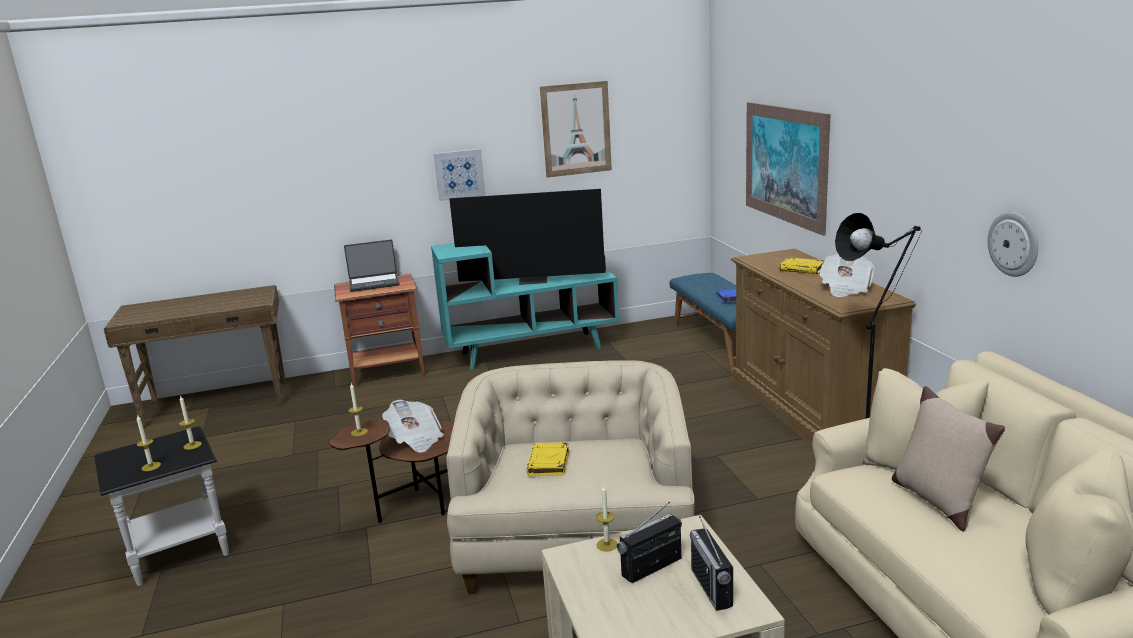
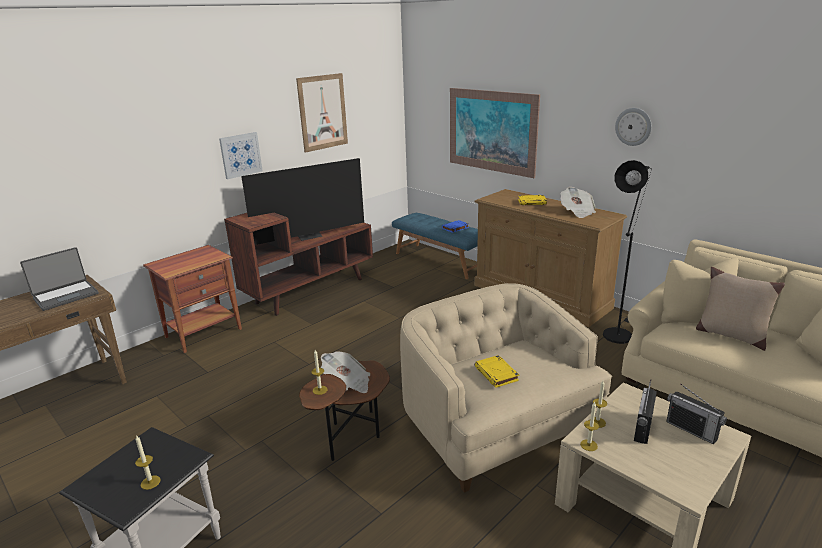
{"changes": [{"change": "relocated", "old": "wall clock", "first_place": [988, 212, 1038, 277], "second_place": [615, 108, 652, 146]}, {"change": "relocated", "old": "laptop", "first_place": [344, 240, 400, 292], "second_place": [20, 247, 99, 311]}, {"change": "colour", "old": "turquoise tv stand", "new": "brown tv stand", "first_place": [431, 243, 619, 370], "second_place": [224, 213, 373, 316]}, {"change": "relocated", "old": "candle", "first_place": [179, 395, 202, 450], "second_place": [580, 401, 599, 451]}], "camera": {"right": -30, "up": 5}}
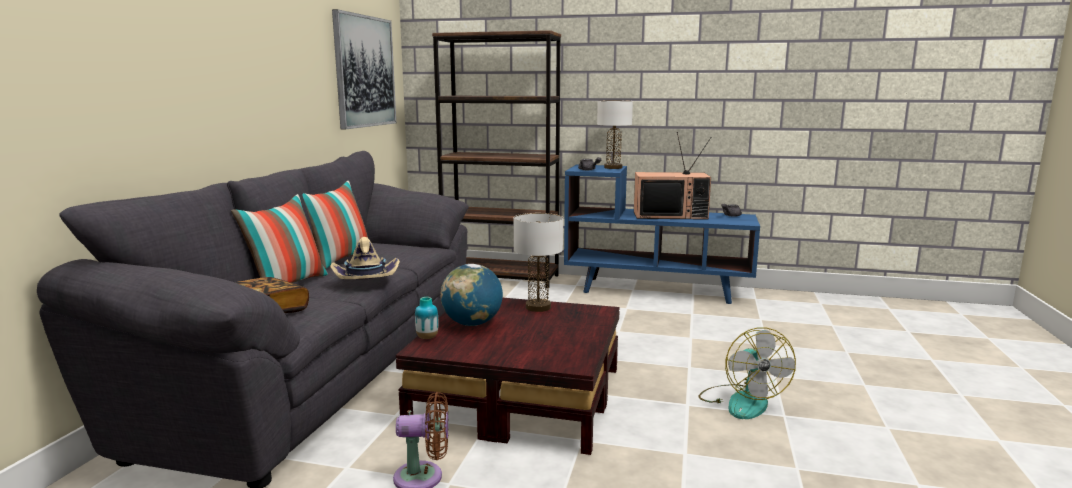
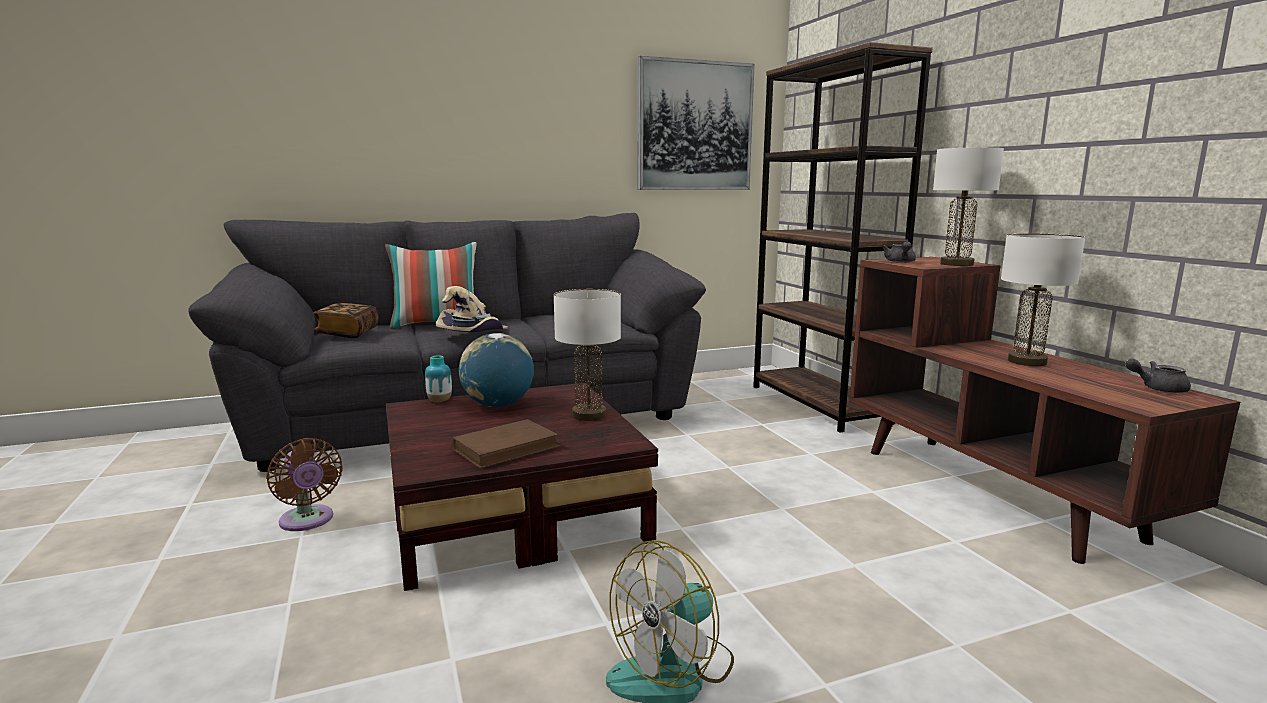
{"changes": [{"change": "exchanged", "old": "television", "new": "table lamp", "first_place": [634, 132, 712, 220], "second_place": [1001, 233, 1085, 366]}, {"change": "colour", "old": "blue tv stand", "new": "brown tv stand", "first_place": [564, 165, 760, 304], "second_place": [850, 257, 1240, 564]}, {"change": "missing", "old": "pillow", "first_place": [302, 181, 368, 269]}, {"change": "appeared", "new": "brown book", "second_place": [452, 419, 560, 469]}], "camera": {"right": 55, "up": 0}}
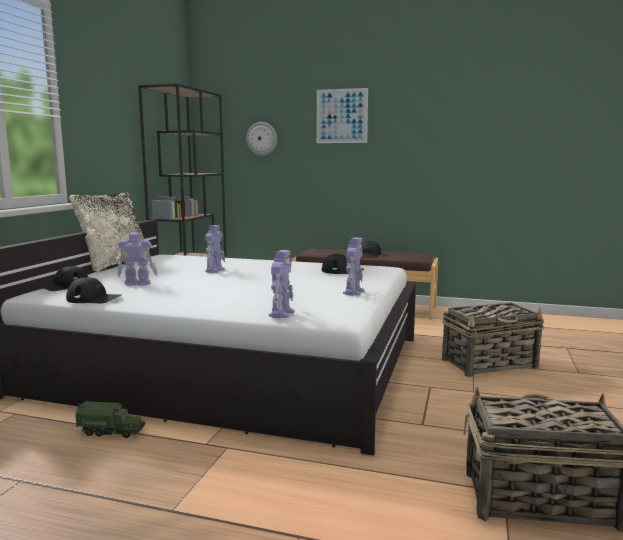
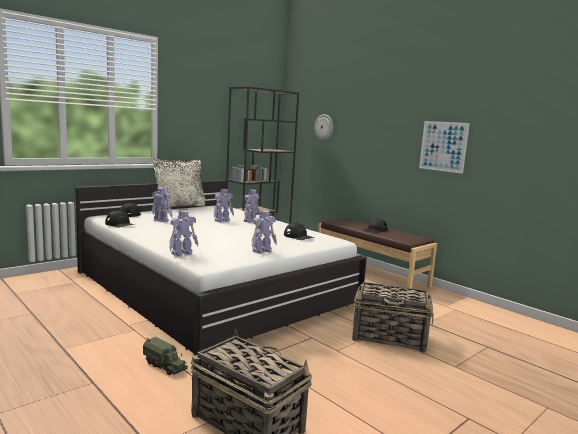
{"changes": [{"change": "relocated", "old": "picture", "first_place": [317, 88, 368, 143], "second_place": [419, 121, 470, 174]}, {"change": "relocated", "old": "toy truck", "first_place": [75, 401, 145, 438], "second_place": [143, 337, 188, 375]}, {"change": "appeared", "new": "toy robot", "second_place": [244, 190, 260, 223]}], "camera": {"right": 30, "up": 0}}
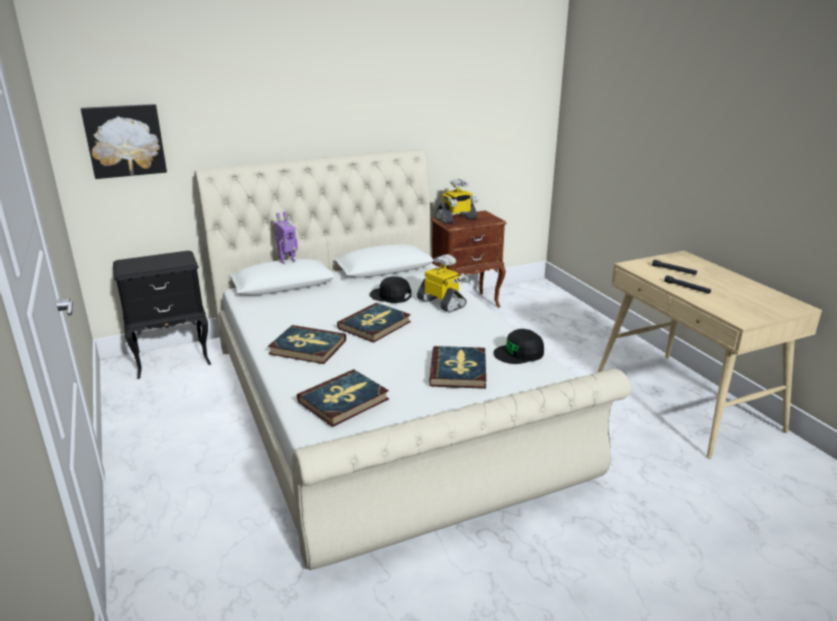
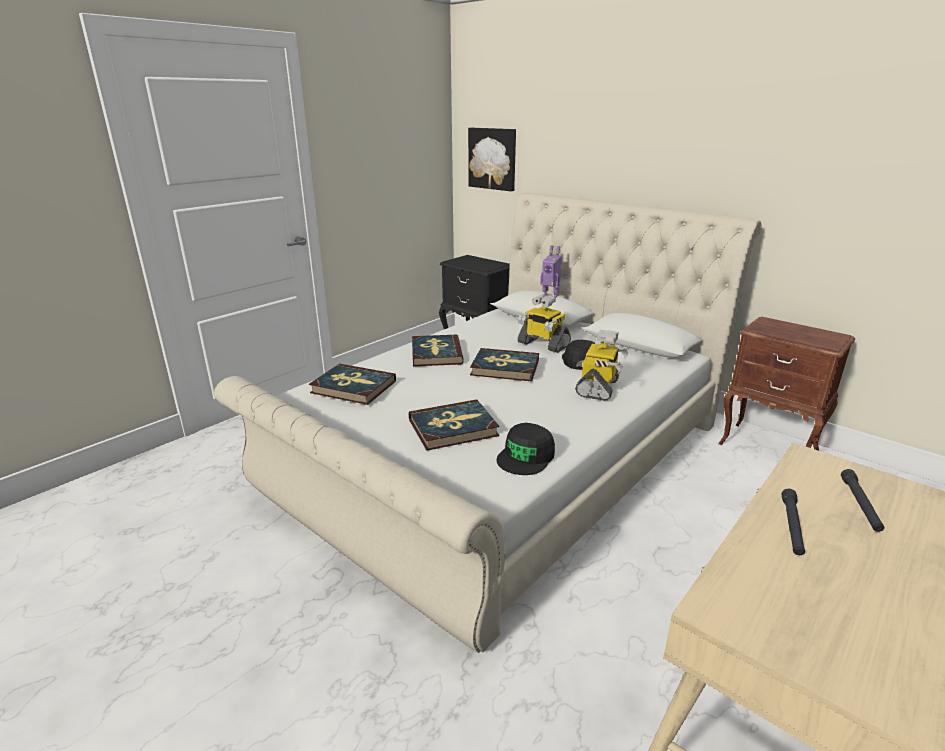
{"changes": [{"change": "relocated", "old": "toy robot", "first_place": [436, 179, 478, 224], "second_place": [518, 294, 571, 353]}, {"change": "spun", "old": "black cap", "first_place": [493, 329, 544, 364], "second_place": [497, 423, 555, 475], "degrees": -105}], "camera": {"right": 65, "up": 0}}
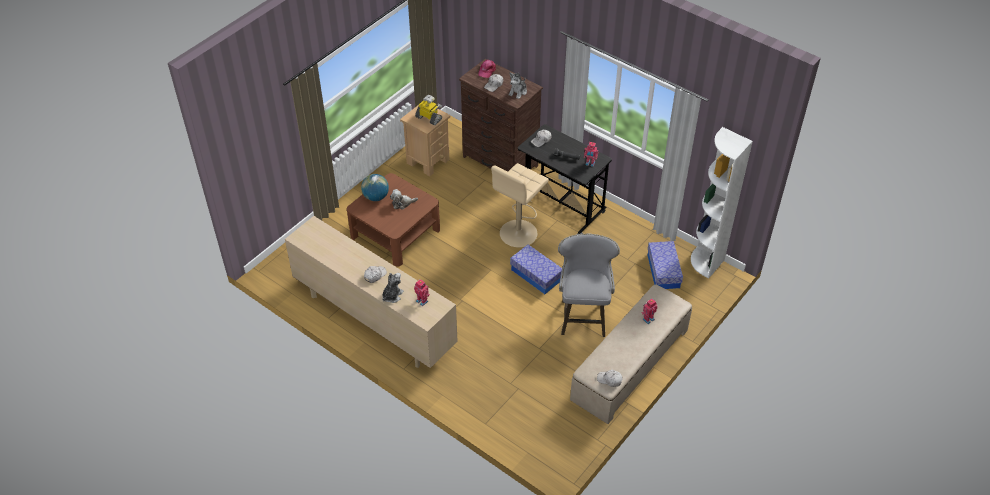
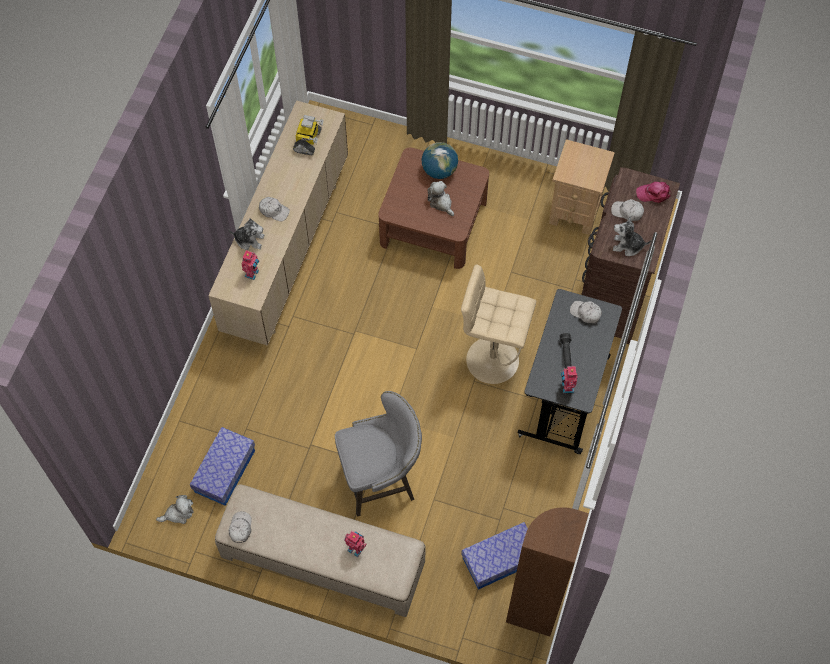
{"changes": [{"change": "relocated", "old": "toy robot", "first_place": [415, 95, 442, 125], "second_place": [293, 115, 324, 156]}, {"change": "colour", "old": "white bookcase", "new": "brown bookcase", "first_place": [691, 127, 753, 279], "second_place": [506, 508, 589, 636]}, {"change": "relocated", "old": "storage box", "first_place": [510, 244, 562, 294], "second_place": [190, 427, 255, 506]}, {"change": "appeared", "new": "plush toy", "second_place": [156, 495, 194, 524]}], "camera": {"right": 70, "up": 15}}
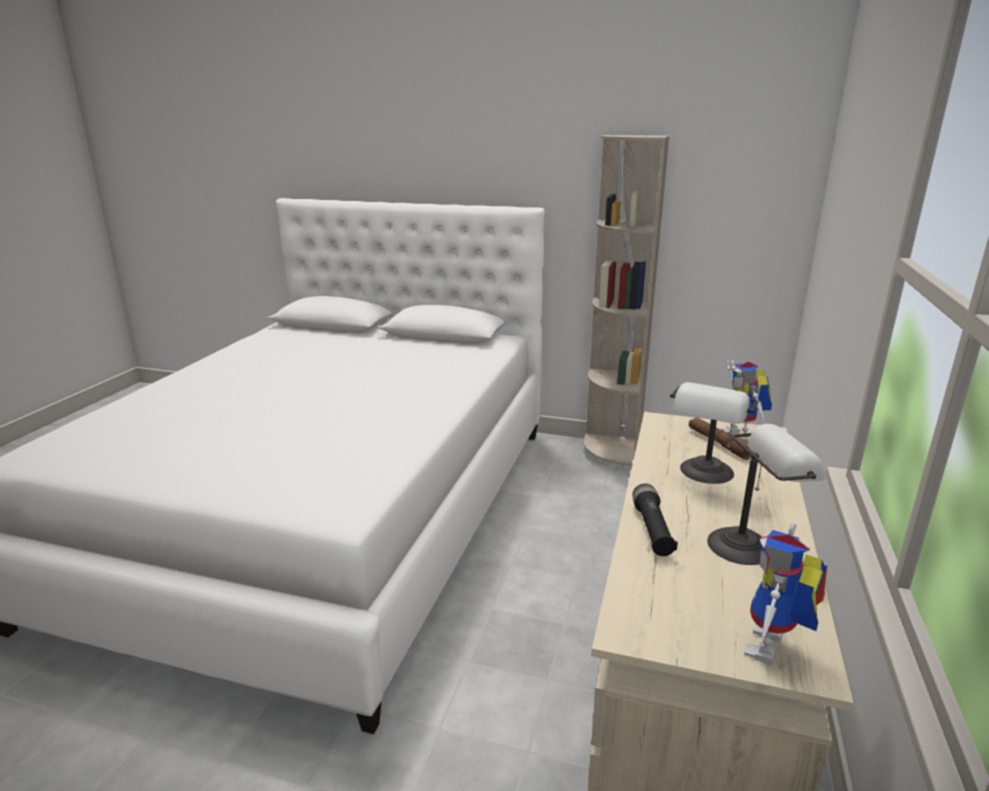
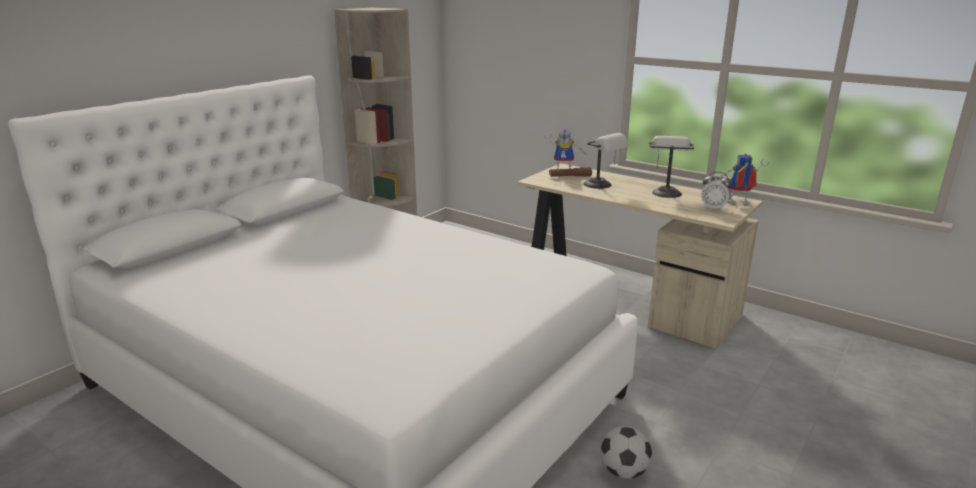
{"changes": [{"change": "missing", "old": "black flashlight", "first_place": [633, 484, 678, 556]}, {"change": "spun", "old": "toy robot", "first_place": [744, 522, 827, 665], "second_place": [716, 154, 769, 204], "degrees": 135}, {"change": "appeared", "new": "alarm clock", "second_place": [701, 172, 733, 211]}, {"change": "appeared", "new": "football", "second_place": [600, 426, 652, 479]}], "camera": {"right": -70, "up": 0}}
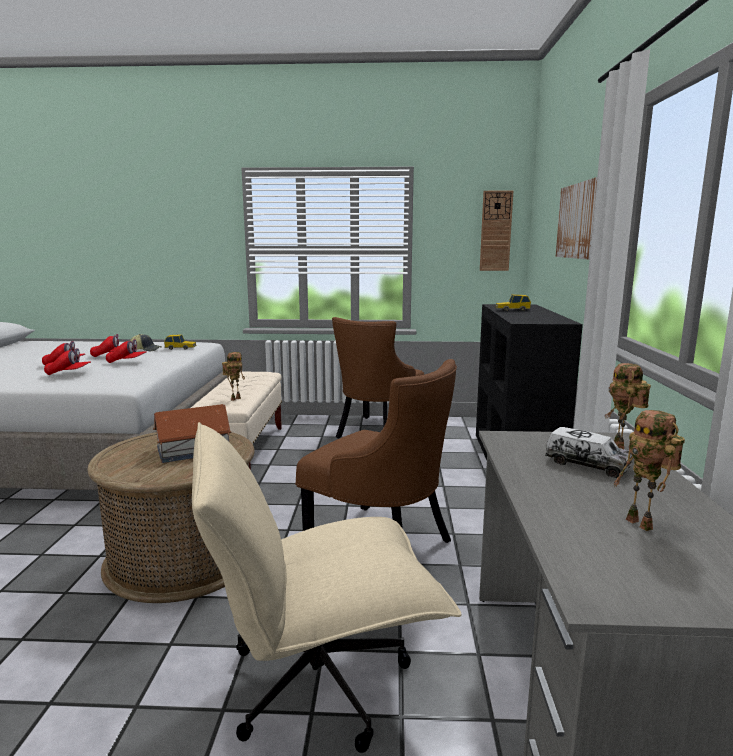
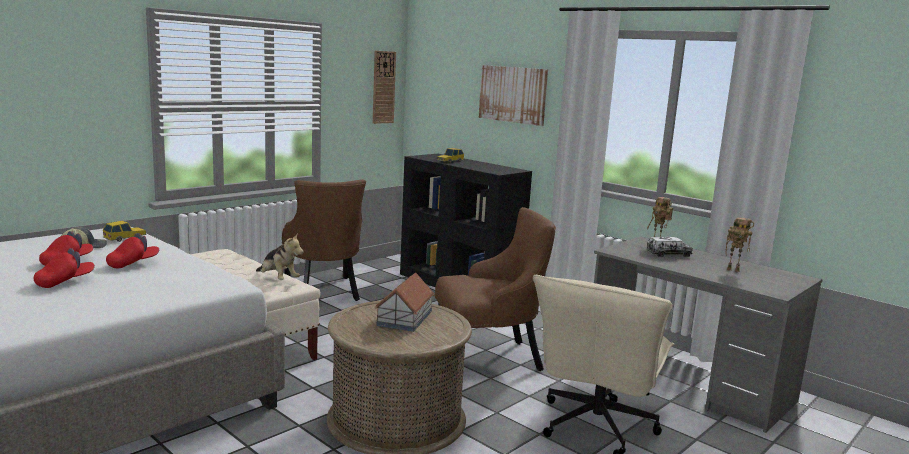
{"changes": [{"change": "missing", "old": "red cap", "first_place": [44, 348, 91, 375]}, {"change": "exchanged", "old": "toy robot", "new": "plush toy", "first_place": [222, 352, 245, 401], "second_place": [256, 233, 304, 280]}], "camera": {"right": -50, "up": 0}}
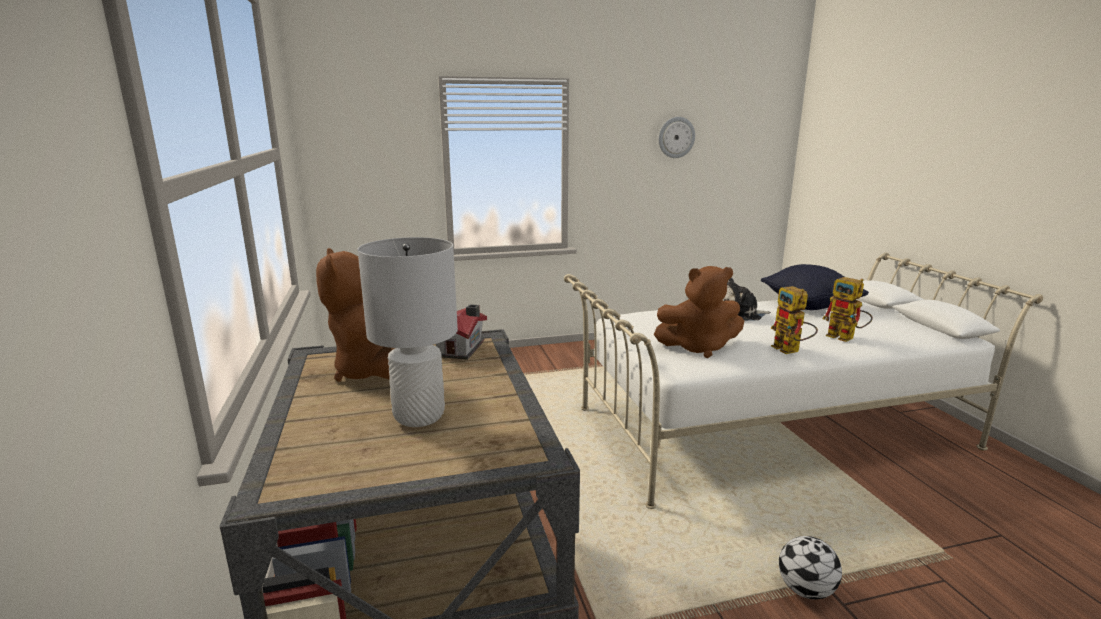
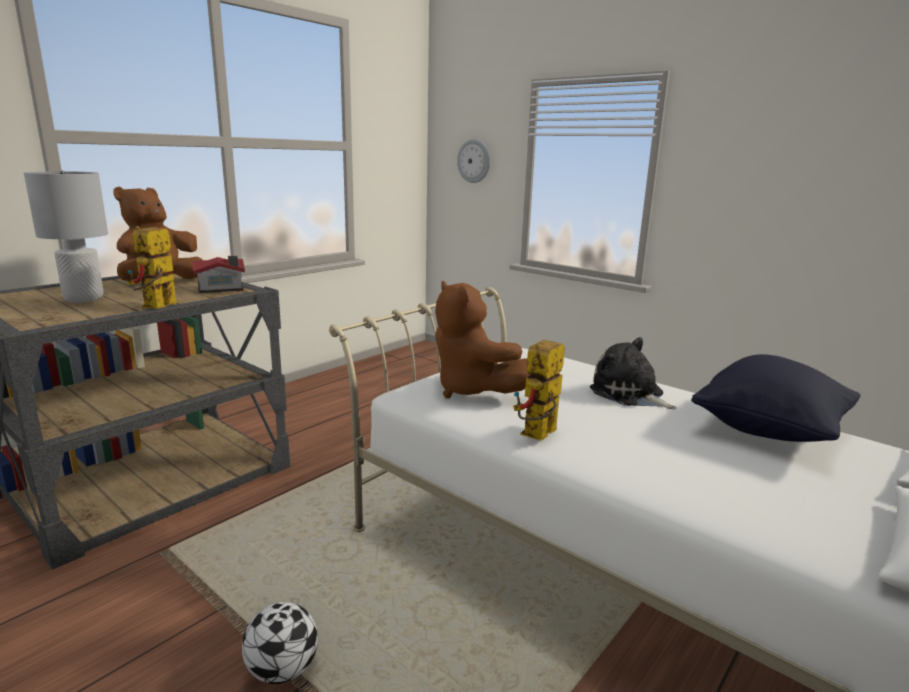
{"changes": [{"change": "relocated", "old": "wall clock", "first_place": [659, 117, 695, 158], "second_place": [457, 139, 490, 183]}, {"change": "relocated", "old": "toy robot", "first_place": [822, 277, 873, 342], "second_place": [128, 226, 177, 309]}], "camera": {"right": 55, "up": 0}}
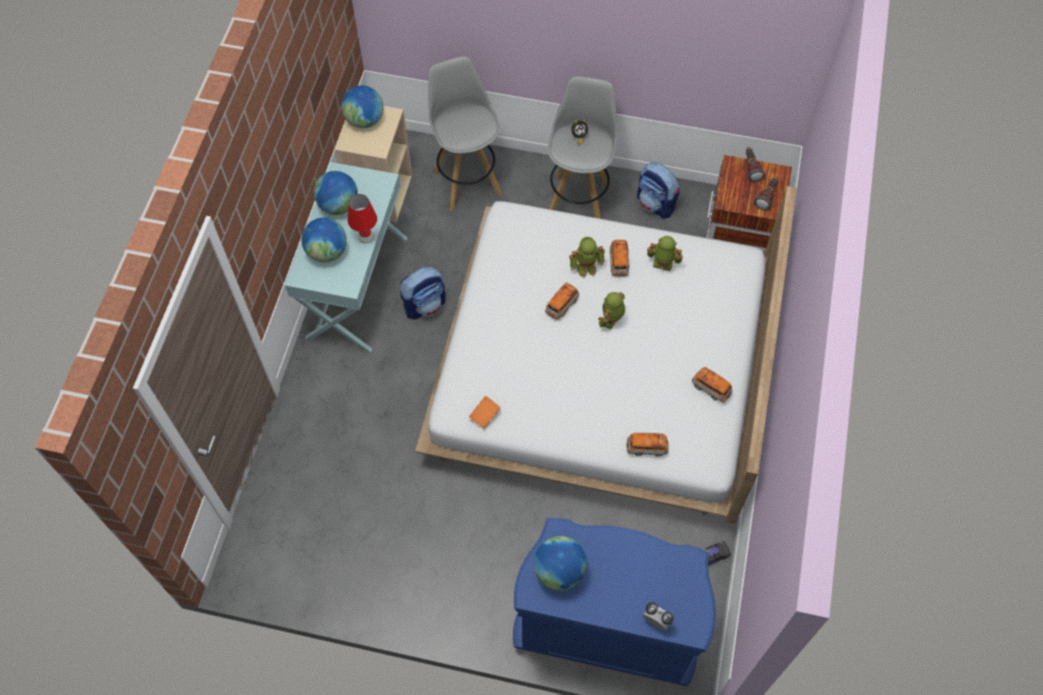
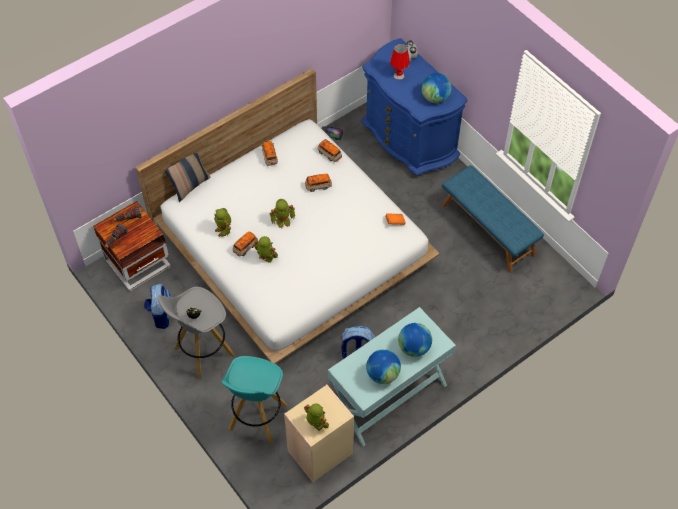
{"changes": [{"change": "colour", "old": "grey stool", "new": "turquoise stool", "first_place": [428, 56, 503, 212], "second_place": [221, 356, 287, 444]}, {"change": "exchanged", "old": "globe", "new": "toy robot", "first_place": [341, 85, 383, 128], "second_place": [304, 403, 329, 431]}, {"change": "relocated", "old": "red table lamp", "first_place": [348, 194, 377, 243], "second_place": [390, 44, 410, 80]}, {"change": "relocated", "old": "toy car", "first_place": [545, 282, 579, 320], "second_place": [305, 174, 332, 192]}, {"change": "appeared", "new": "pillow", "second_place": [165, 153, 210, 202]}, {"change": "appeared", "new": "blue bench", "second_place": [442, 165, 544, 273]}], "camera": {"right": -140, "up": -5}}
